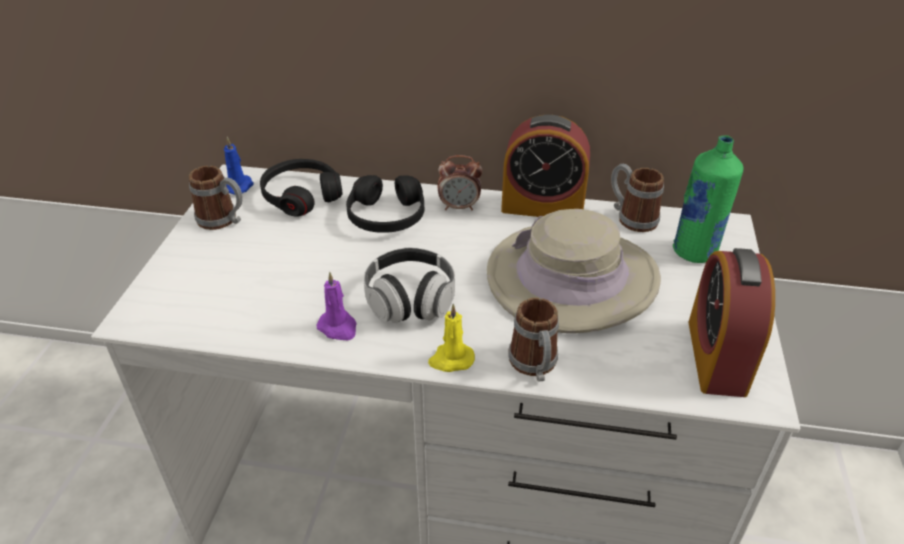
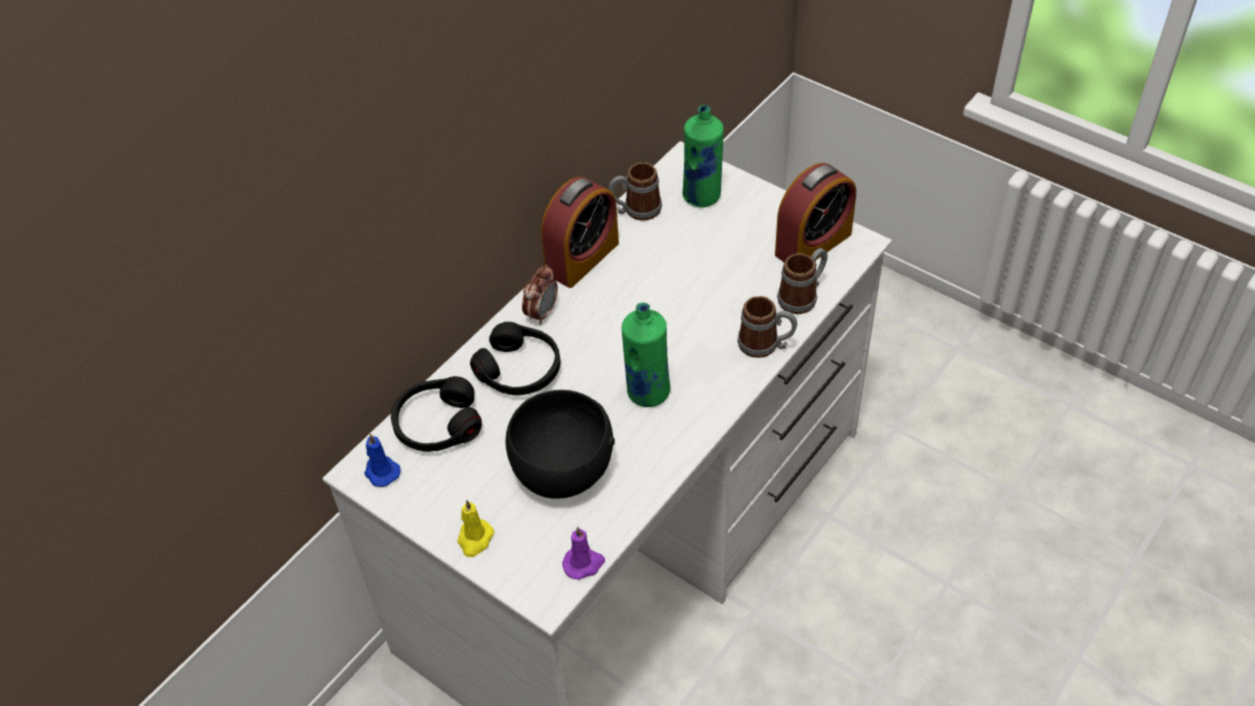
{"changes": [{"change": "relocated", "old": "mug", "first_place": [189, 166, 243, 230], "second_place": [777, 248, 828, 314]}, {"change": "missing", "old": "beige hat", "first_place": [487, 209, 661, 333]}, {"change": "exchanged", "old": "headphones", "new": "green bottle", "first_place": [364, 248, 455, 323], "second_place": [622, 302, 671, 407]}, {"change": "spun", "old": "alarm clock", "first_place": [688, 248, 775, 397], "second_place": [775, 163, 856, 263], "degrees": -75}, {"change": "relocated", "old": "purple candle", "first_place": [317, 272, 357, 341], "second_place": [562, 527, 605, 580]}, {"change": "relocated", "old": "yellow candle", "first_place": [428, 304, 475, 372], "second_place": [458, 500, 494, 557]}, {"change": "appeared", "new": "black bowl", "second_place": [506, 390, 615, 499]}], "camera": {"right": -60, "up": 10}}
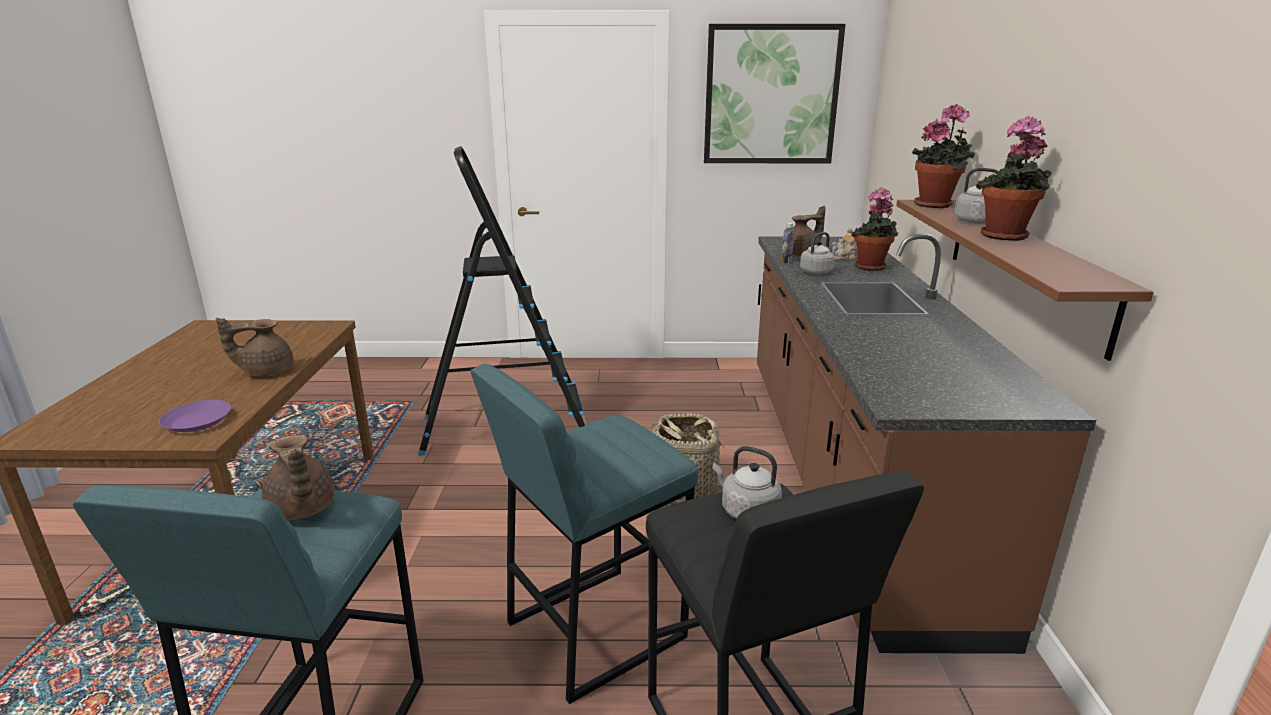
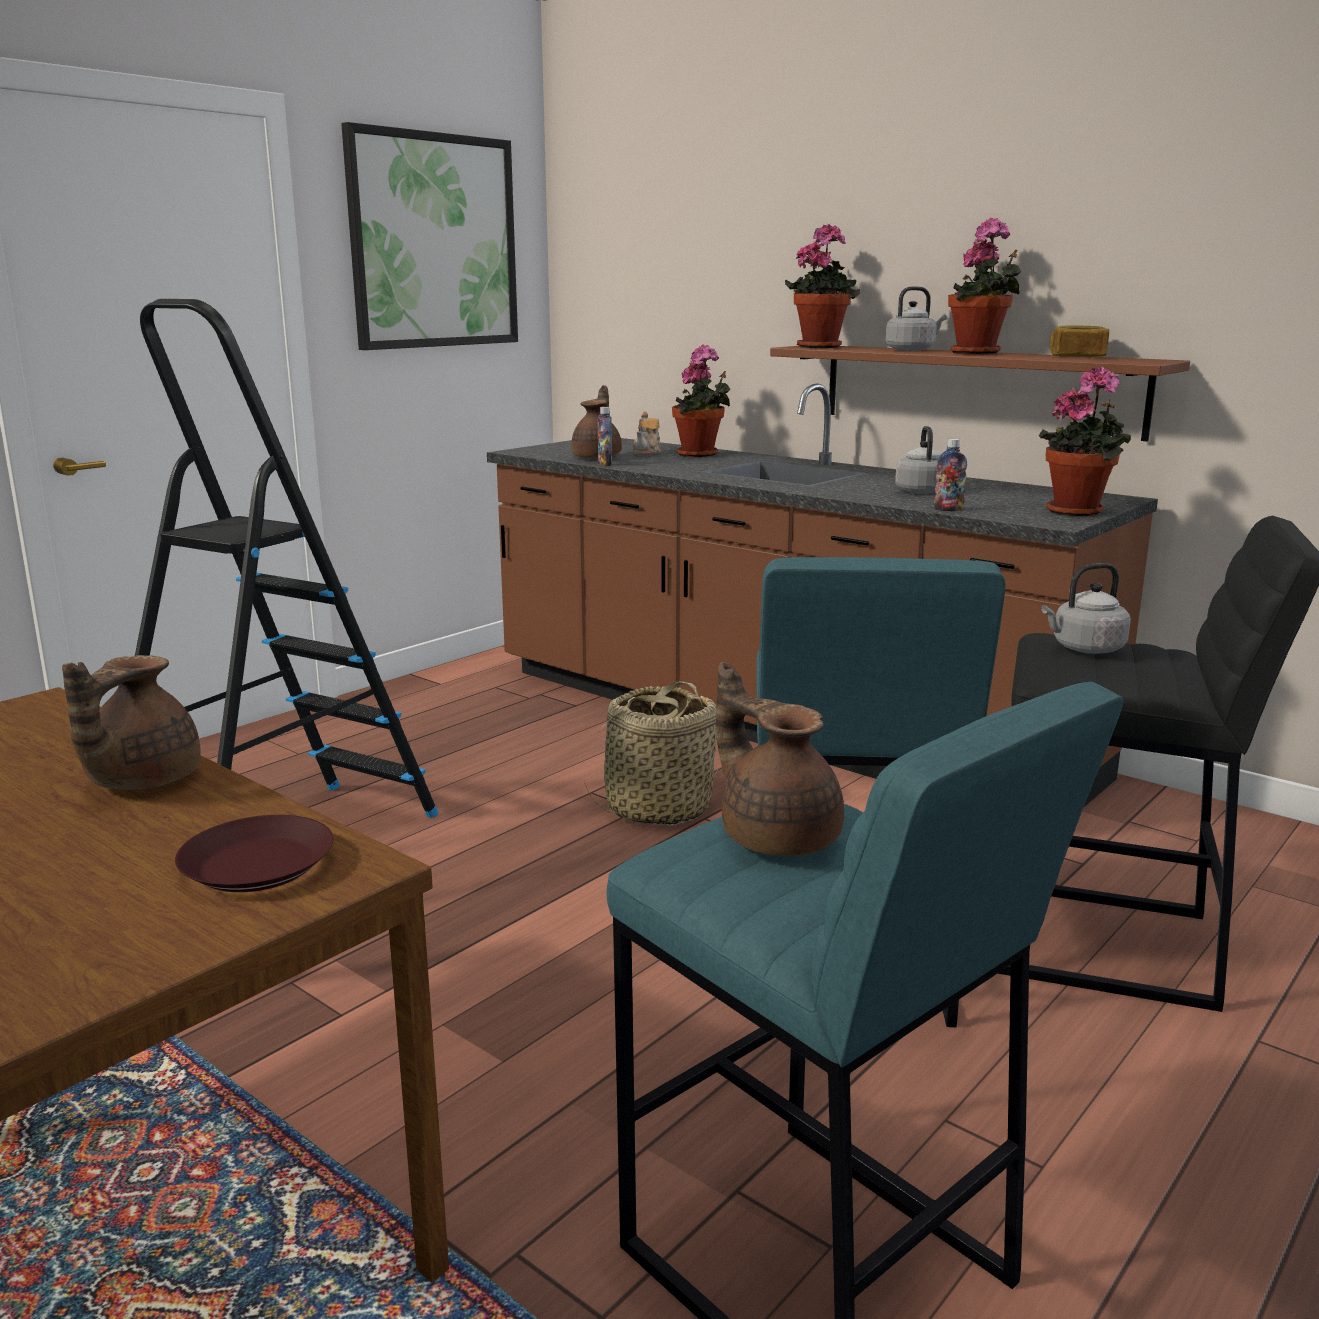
{"changes": [{"change": "relocated", "old": "grey kettle", "first_place": [800, 232, 838, 275], "second_place": [895, 426, 941, 494]}, {"change": "colour", "old": "purple plate", "new": "brown plate", "first_place": [159, 400, 231, 432], "second_place": [175, 815, 333, 892]}, {"change": "spun", "old": "brown teapot", "first_place": [262, 435, 334, 520], "second_place": [716, 662, 844, 856], "degrees": -135}, {"change": "appeared", "new": "bread", "second_place": [1049, 325, 1109, 357]}, {"change": "appeared", "new": "potted plant", "second_place": [1039, 366, 1131, 516]}, {"change": "appeared", "new": "bottle", "second_place": [934, 439, 967, 511]}], "camera": {"right": -50, "up": -5}}
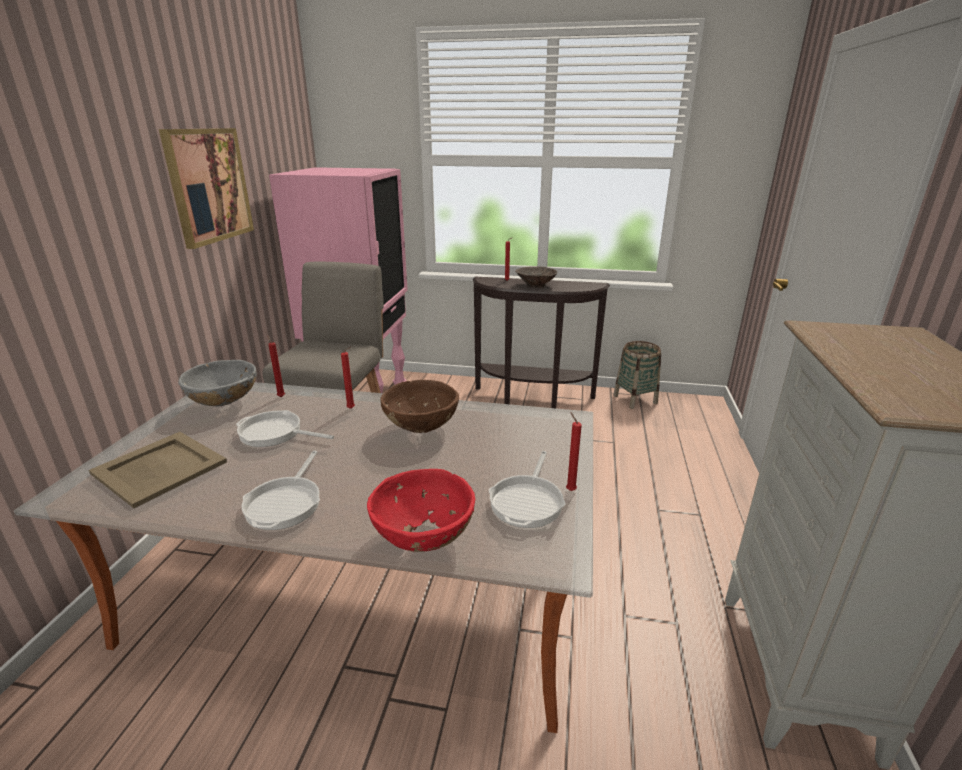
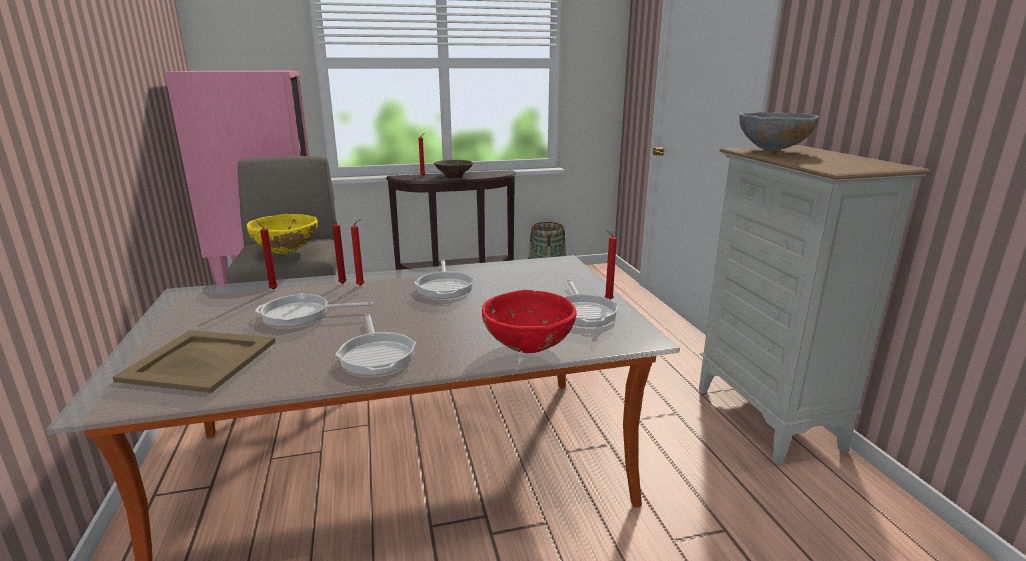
{"changes": [{"change": "missing", "old": "picture", "first_place": [159, 128, 254, 249]}, {"change": "relocated", "old": "grey bowl", "first_place": [178, 360, 257, 406], "second_place": [739, 112, 819, 151]}, {"change": "exchanged", "old": "brown bowl", "new": "frying pan", "first_place": [381, 380, 459, 433], "second_place": [414, 260, 475, 299]}, {"change": "appeared", "new": "yellow bowl", "second_place": [247, 214, 318, 254]}, {"change": "appeared", "new": "red candle", "second_place": [333, 220, 347, 284]}], "camera": {"right": -25, "up": -5}}
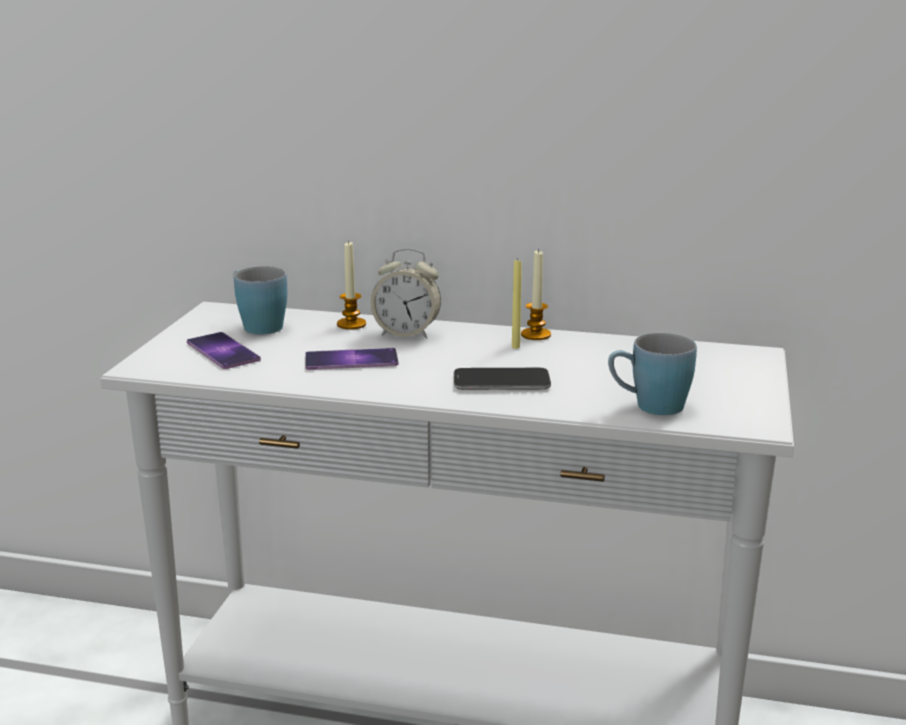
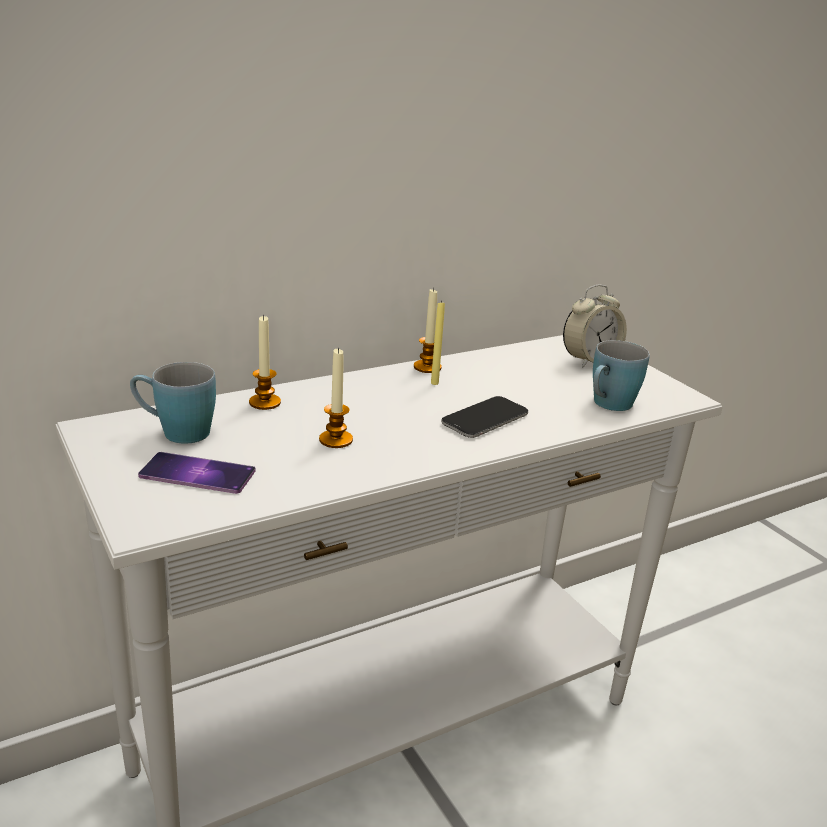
{"changes": [{"change": "relocated", "old": "alarm clock", "first_place": [371, 248, 441, 339], "second_place": [563, 284, 627, 368]}, {"change": "exchanged", "old": "phone", "new": "candle", "first_place": [305, 348, 399, 370], "second_place": [319, 347, 353, 448]}], "camera": {"right": -45, "up": 5}}
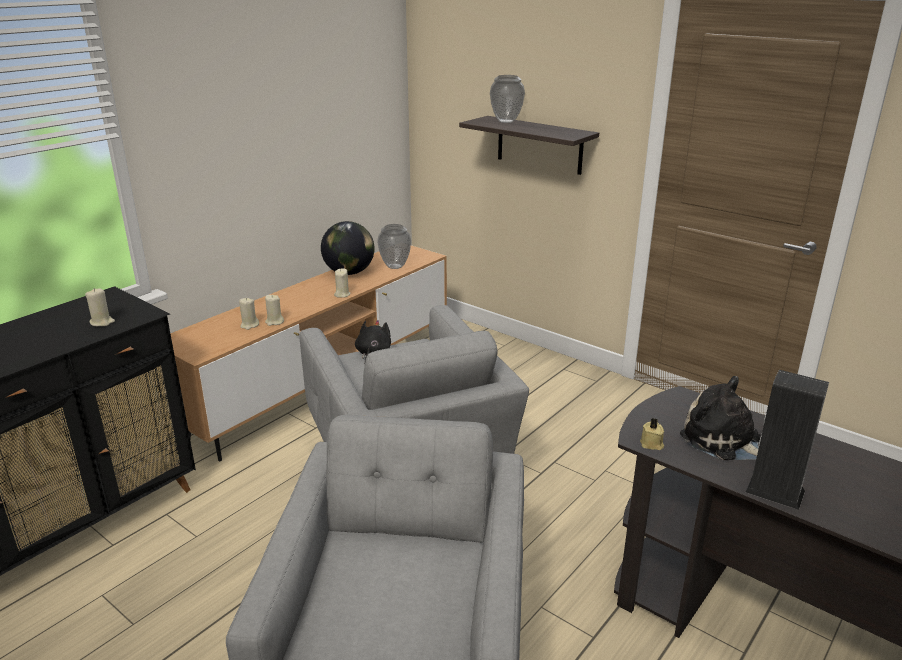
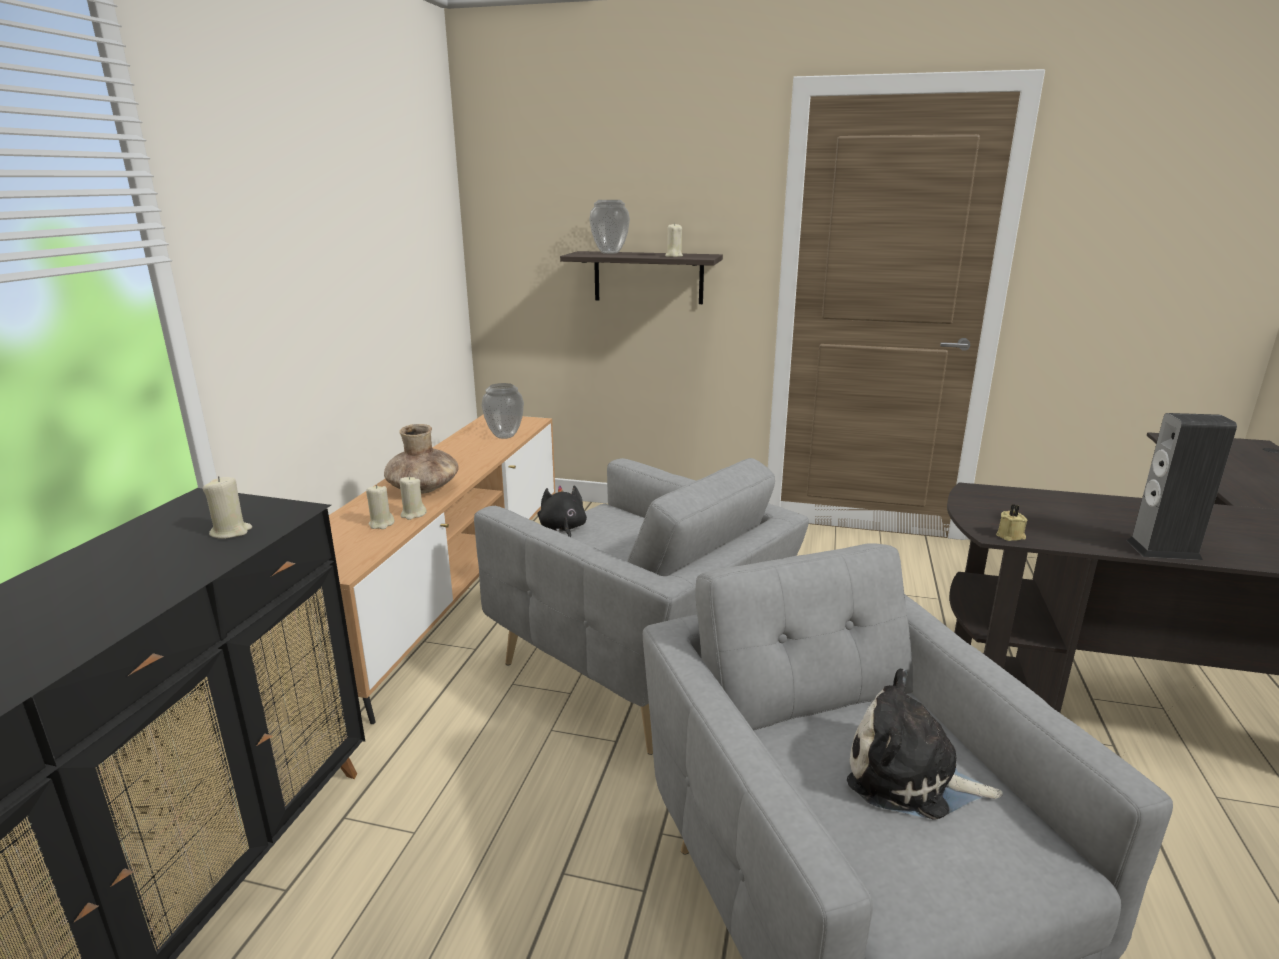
{"changes": [{"change": "missing", "old": "globe", "first_place": [321, 221, 375, 275]}, {"change": "relocated", "old": "beige candle", "first_place": [334, 268, 351, 298], "second_place": [665, 223, 683, 257]}, {"change": "relocated", "old": "plush toy", "first_place": [680, 376, 761, 460], "second_place": [847, 669, 1003, 820]}, {"change": "appeared", "new": "brown vase", "second_place": [384, 424, 459, 494]}], "camera": {"right": -25, "up": -5}}
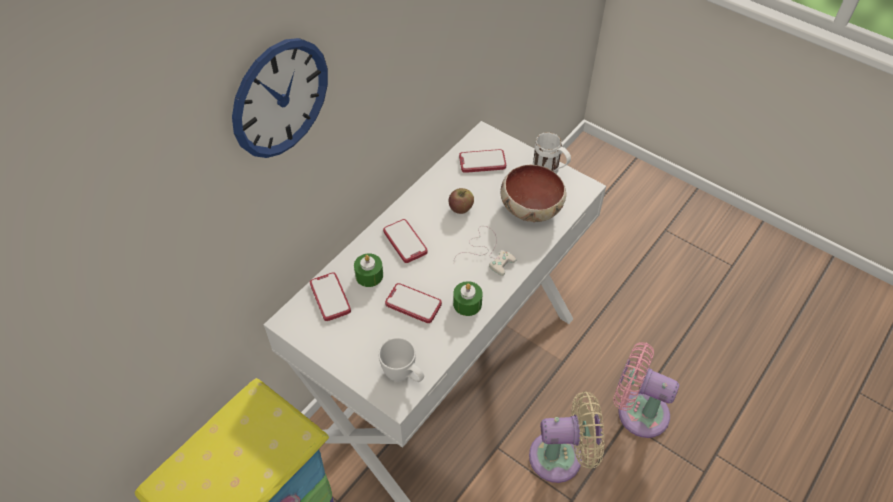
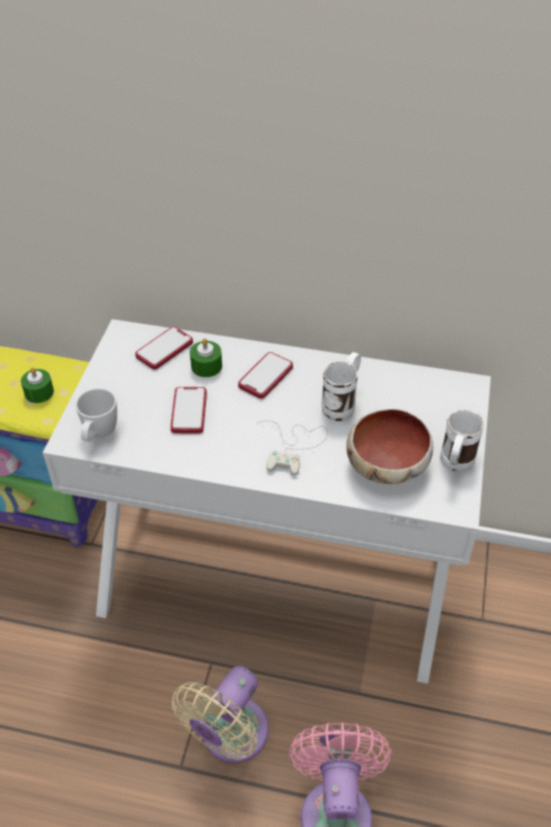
{"changes": [{"change": "missing", "old": "wall clock", "first_place": [232, 38, 328, 158]}, {"change": "missing", "old": "phone", "first_place": [459, 149, 506, 173]}, {"change": "exchanged", "old": "apple", "new": "white mug", "first_place": [448, 188, 474, 214], "second_place": [321, 352, 361, 421]}, {"change": "relocated", "old": "green candle", "first_place": [453, 281, 483, 316], "second_place": [21, 367, 54, 403]}, {"change": "spun", "old": "beige fan", "first_place": [529, 391, 604, 483], "second_place": [172, 666, 269, 763], "degrees": 60}], "camera": {"right": 65, "up": -5}}
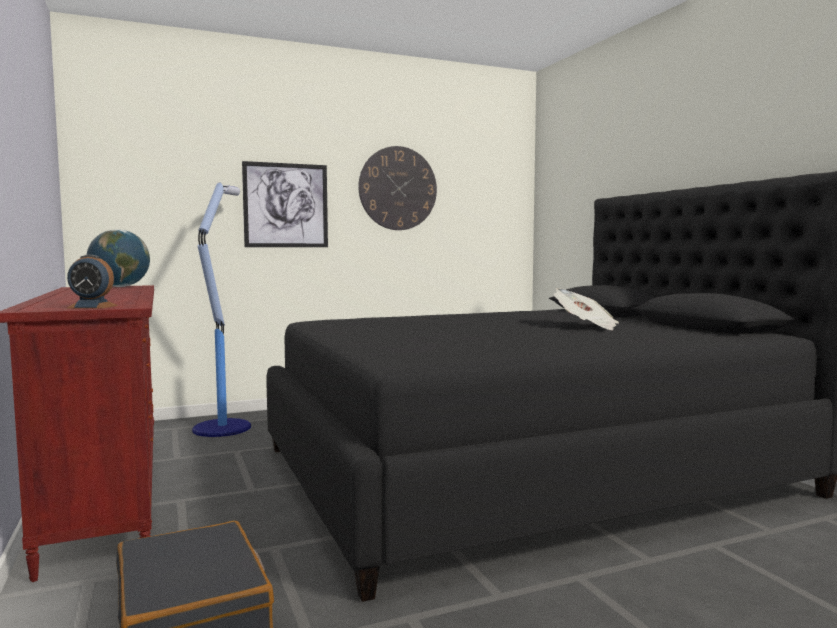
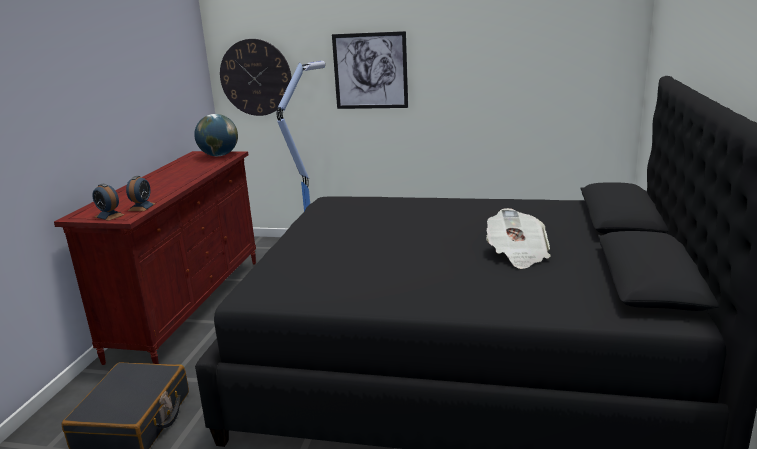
{"changes": [{"change": "relocated", "old": "wall clock", "first_place": [358, 146, 437, 230], "second_place": [220, 39, 292, 116]}, {"change": "appeared", "new": "alarm clock", "second_place": [126, 176, 156, 211]}], "camera": {"right": 35, "up": 15}}
